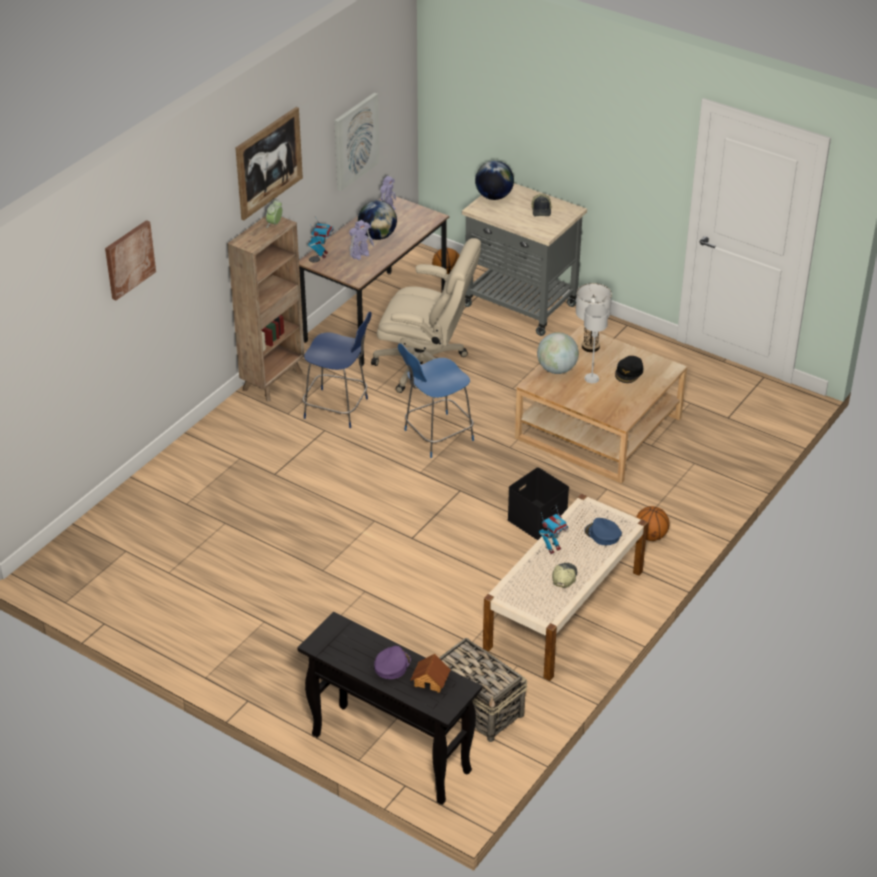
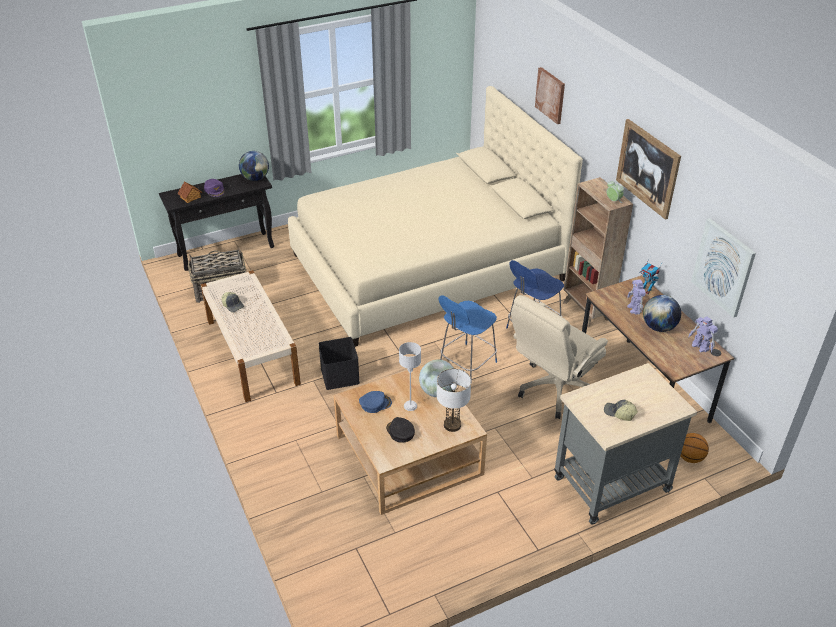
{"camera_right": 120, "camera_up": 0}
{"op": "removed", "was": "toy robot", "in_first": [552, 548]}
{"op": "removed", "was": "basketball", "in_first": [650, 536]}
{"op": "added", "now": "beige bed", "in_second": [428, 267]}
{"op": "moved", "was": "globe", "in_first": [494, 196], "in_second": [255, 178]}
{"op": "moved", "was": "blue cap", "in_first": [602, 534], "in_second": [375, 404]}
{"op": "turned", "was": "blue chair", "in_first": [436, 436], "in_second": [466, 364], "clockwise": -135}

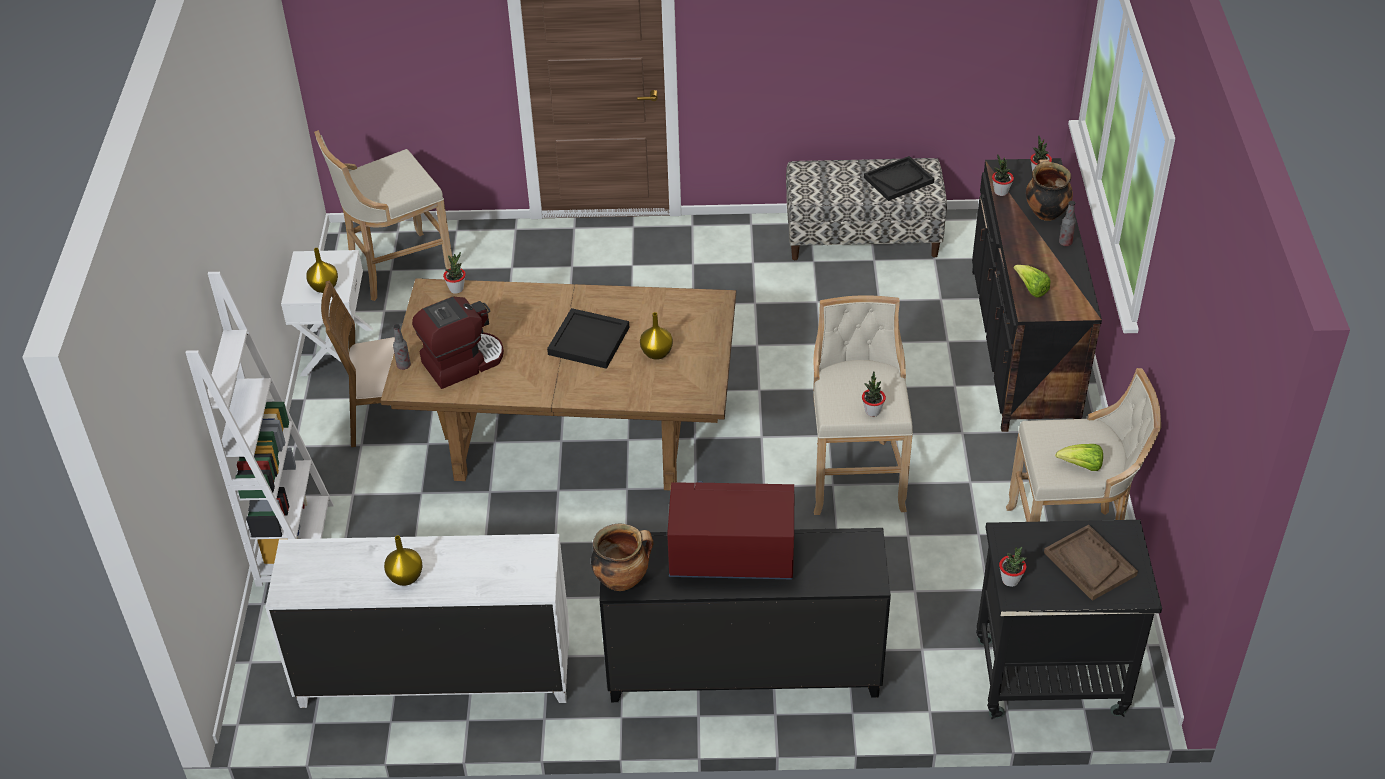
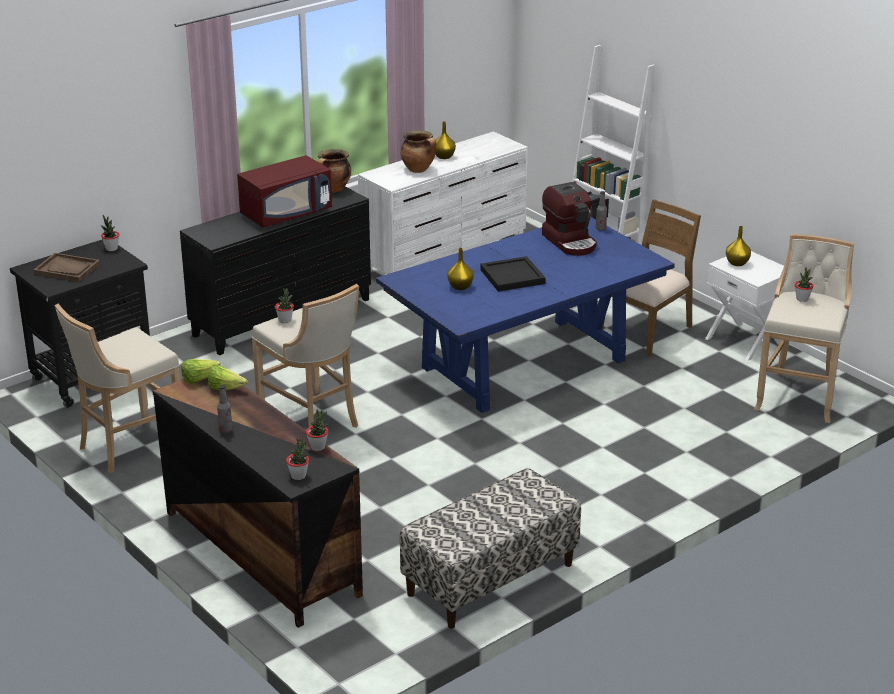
{"camera_right": 140, "camera_up": -15}
{"op": "removed", "was": "black tray", "in_first": [898, 180]}
{"op": "moved", "was": "potted plant", "in_first": [456, 289], "in_second": [802, 299]}
{"op": "moved", "was": "cooking pot", "in_first": [1045, 212], "in_second": [419, 170]}
{"op": "moved", "was": "lettuce", "in_first": [1081, 466], "in_second": [199, 379]}
{"op": "recoloured", "was": "brown dining table", "now": "blue dining table", "in_first": [571, 438], "in_second": [524, 363]}
{"op": "turned", "was": "coffee machine", "in_first": [462, 362], "in_second": [570, 242], "clockwise": -45}

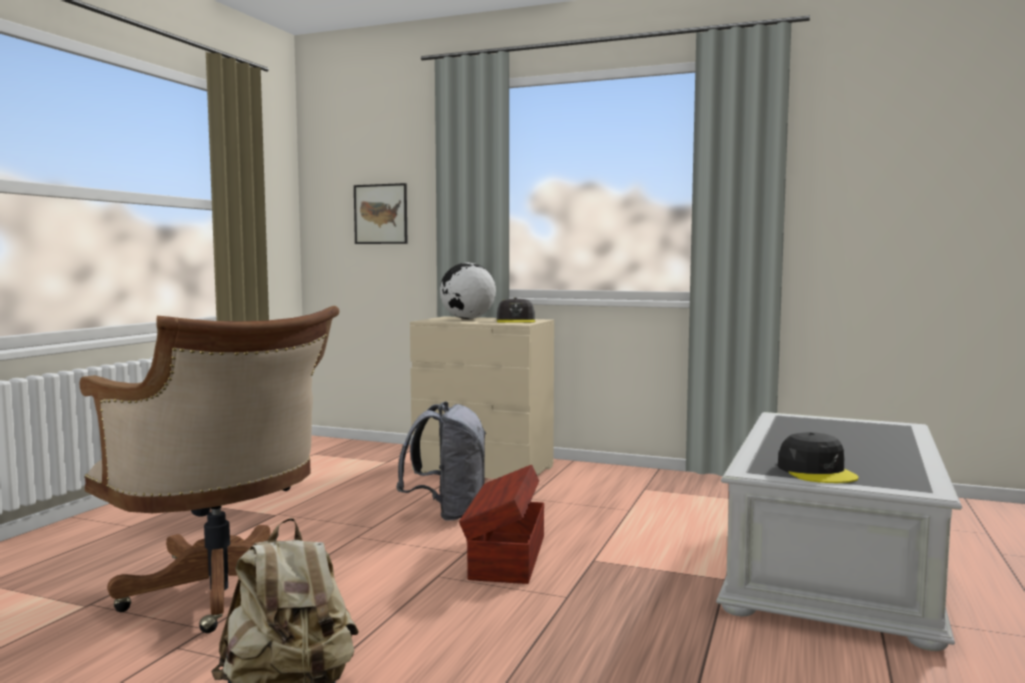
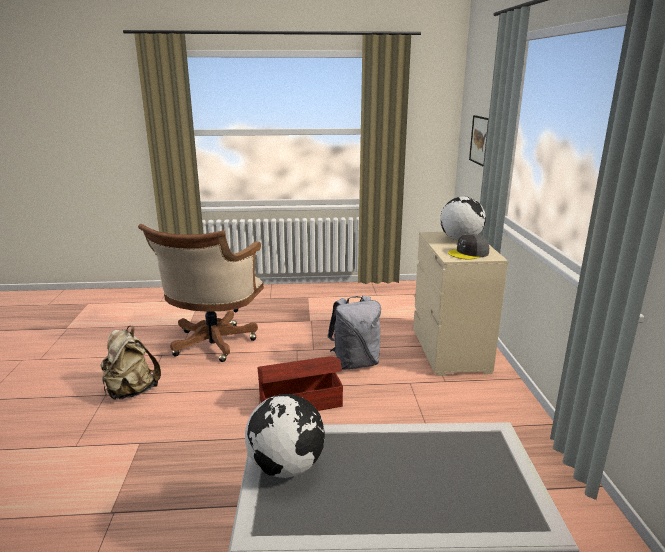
{"camera_right": 65, "camera_up": 15}
{"op": "replaced", "was": "black cap", "now": "globe", "in_first": [817, 471], "in_second": [286, 467]}

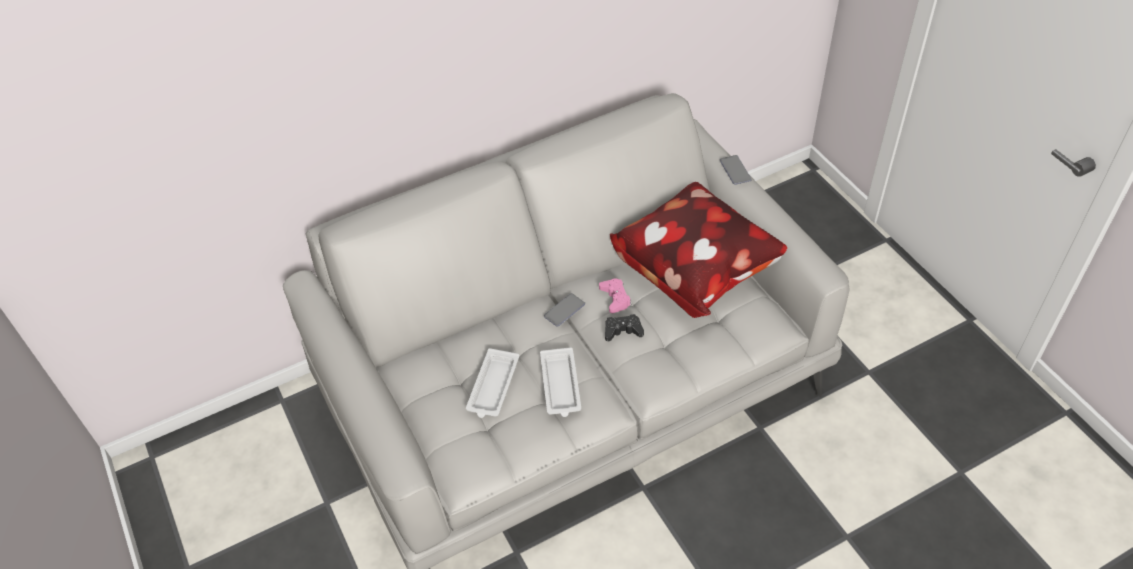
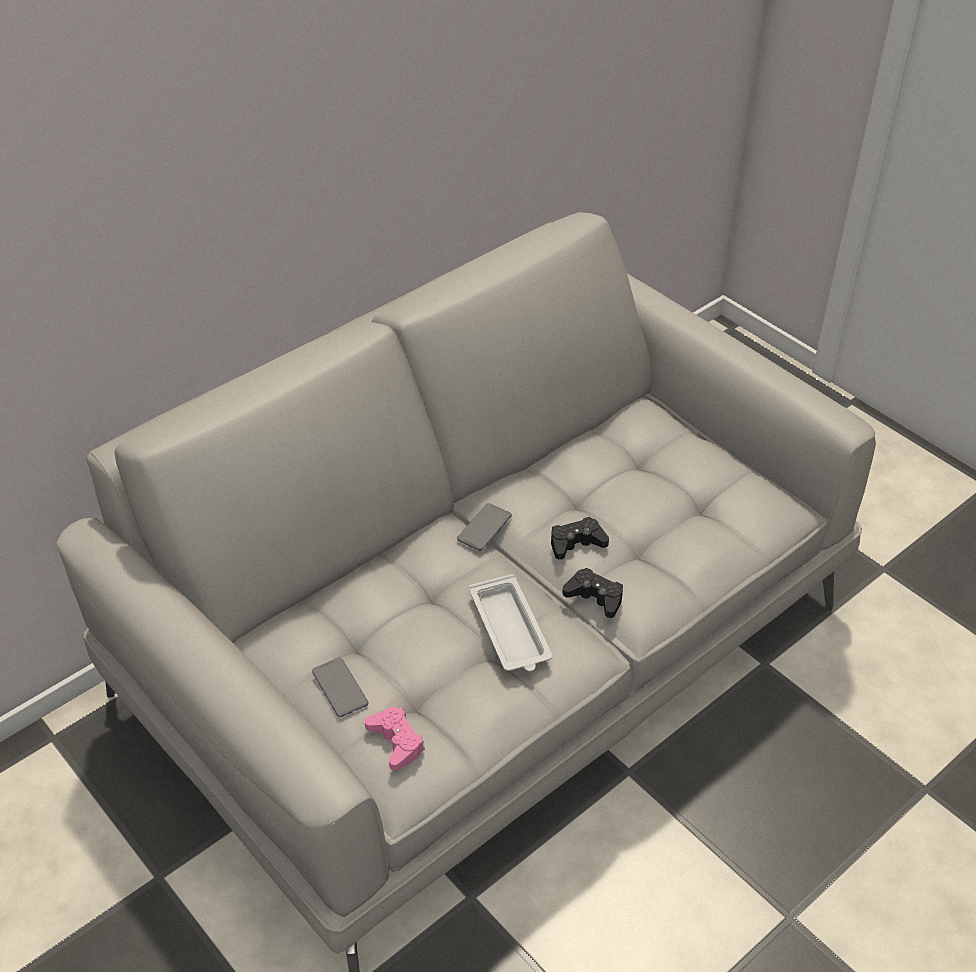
{"camera_right": -15, "camera_up": -5}
{"op": "removed", "was": "white tray", "in_first": [493, 387]}
{"op": "removed", "was": "pillow", "in_first": [695, 271]}
{"op": "added", "now": "black game controller", "in_second": [595, 597]}
{"op": "moved", "was": "pink game controller", "in_first": [615, 298], "in_second": [396, 742]}
{"op": "moved", "was": "phone", "in_first": [735, 170], "in_second": [340, 688]}

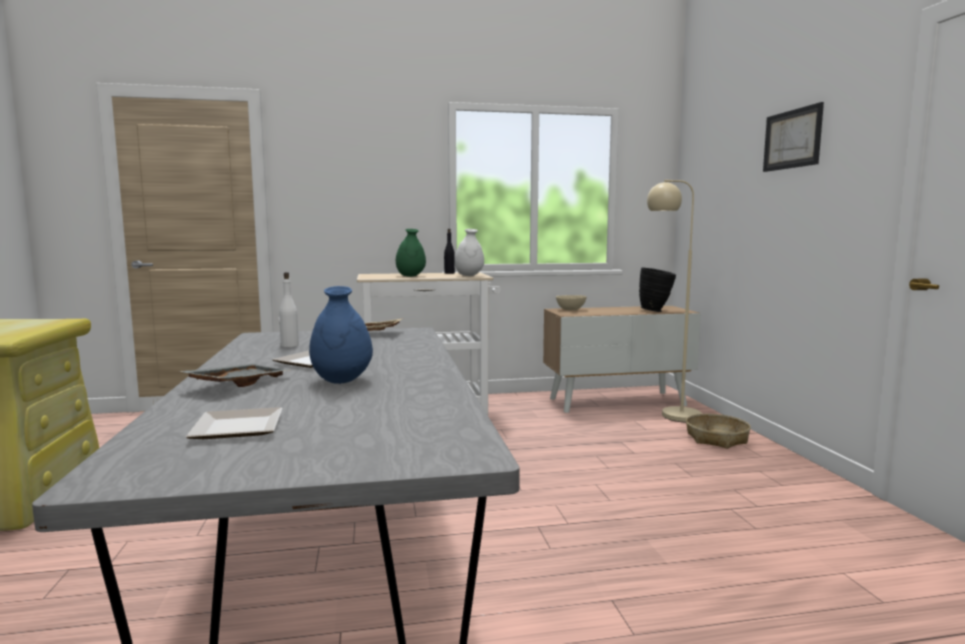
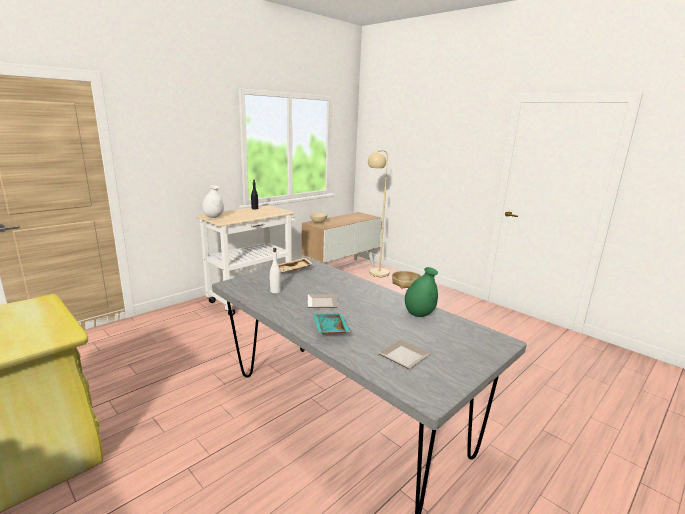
{"camera_right": -35, "camera_up": 10}
{"op": "removed", "was": "blue vase", "in_first": [342, 381]}
{"op": "removed", "was": "black vase", "in_first": [656, 311]}
{"op": "removed", "was": "picture", "in_first": [792, 139]}
{"op": "moved", "was": "green vase", "in_first": [410, 276], "in_second": [419, 314]}
{"op": "moved", "was": "white vase", "in_first": [469, 275], "in_second": [214, 217]}
{"op": "recoloured", "was": "grey tray", "now": "turquoise tray", "in_first": [236, 384], "in_second": [329, 329]}

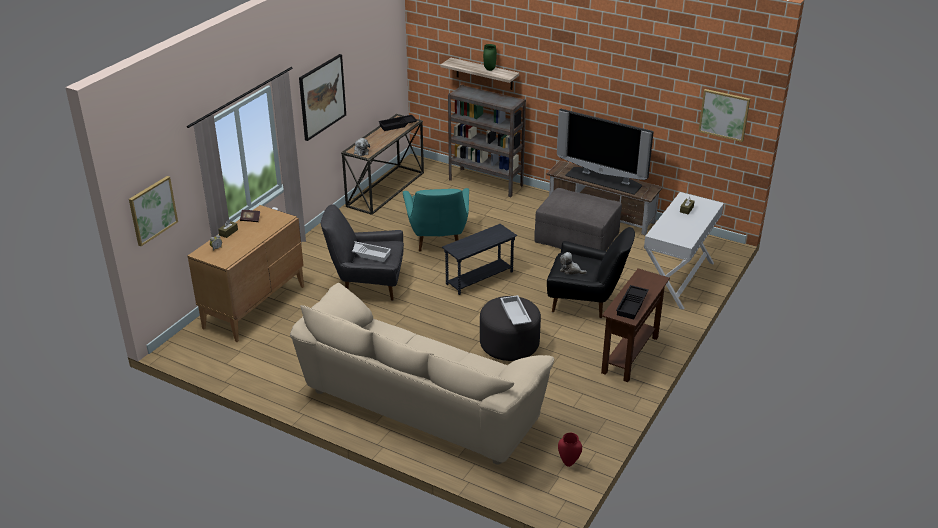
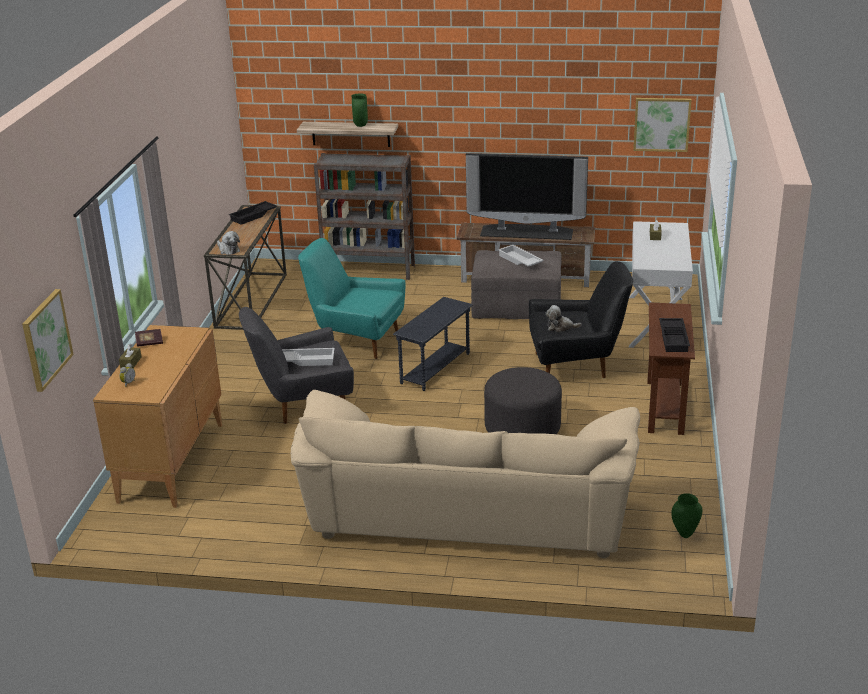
{"camera_right": -20, "camera_up": -5}
{"op": "removed", "was": "picture", "in_first": [322, 96]}
{"op": "moved", "was": "white tray", "in_first": [514, 314], "in_second": [519, 260]}
{"op": "recoloured", "was": "red vase", "now": "green vase", "in_first": [568, 463], "in_second": [684, 534]}
{"op": "turned", "was": "turquoise armchair", "in_first": [438, 240], "in_second": [356, 340], "clockwise": 135}

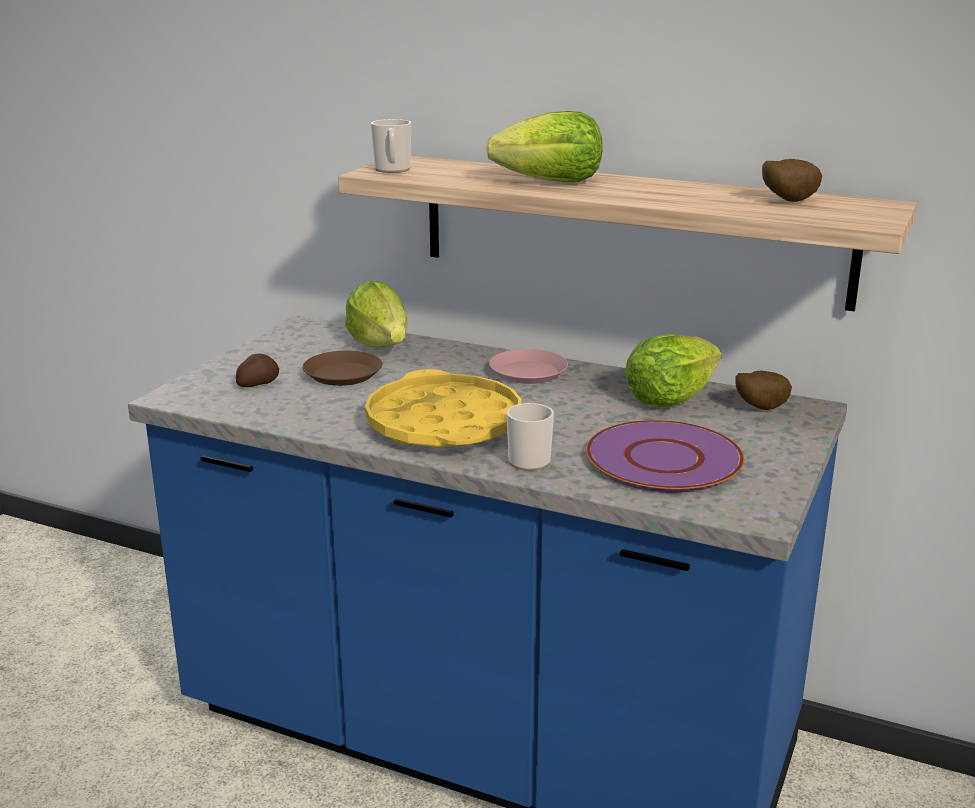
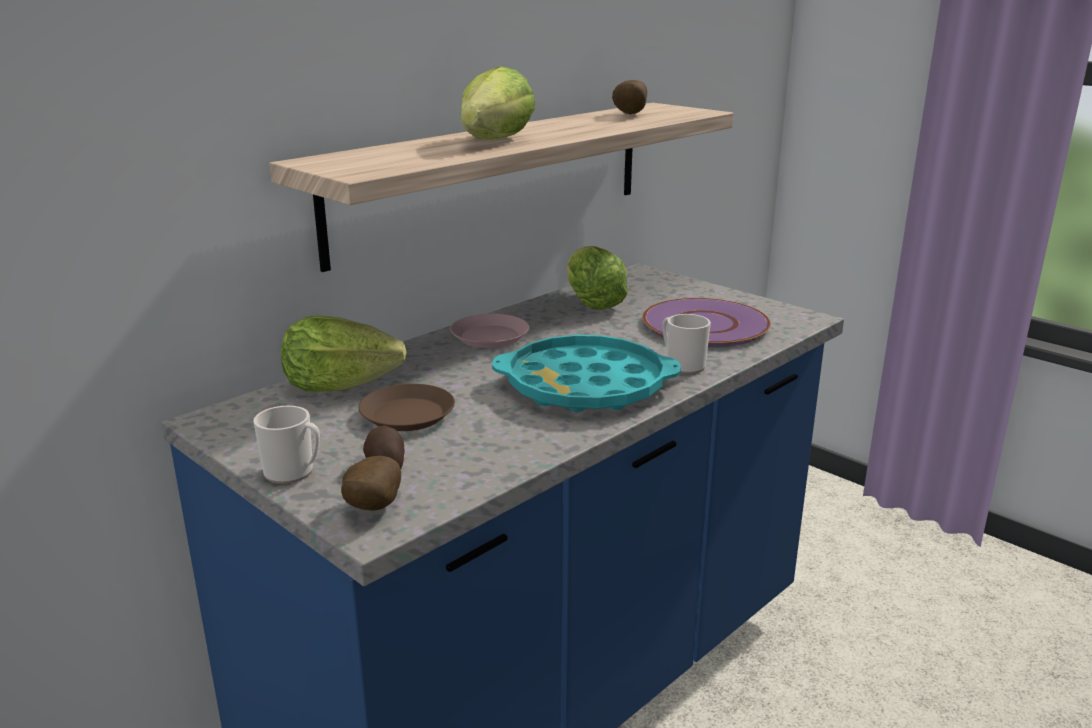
{"camera_right": -70, "camera_up": 0}
{"op": "moved", "was": "mug", "in_first": [392, 170], "in_second": [294, 472]}
{"op": "moved", "was": "potato", "in_first": [759, 408], "in_second": [371, 509]}
{"op": "recoloured", "was": "yellow tray", "now": "turquoise tray", "in_first": [443, 425], "in_second": [585, 386]}

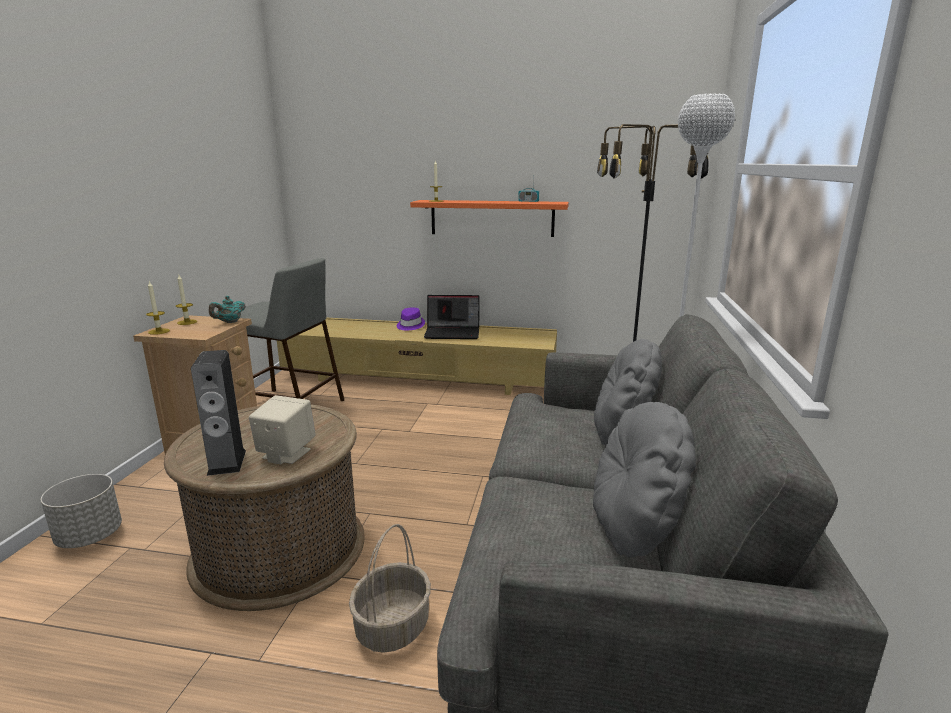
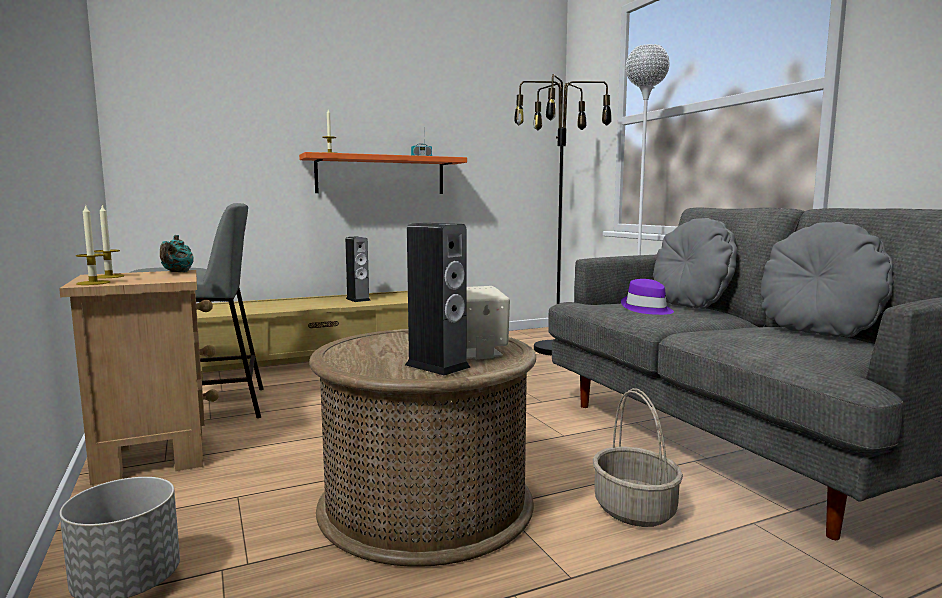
{"camera_right": -35, "camera_up": -10}
{"op": "moved", "was": "purple hat", "in_first": [410, 325], "in_second": [647, 309]}
{"op": "replaced", "was": "laptop", "now": "speaker", "in_first": [453, 333], "in_second": [358, 299]}

